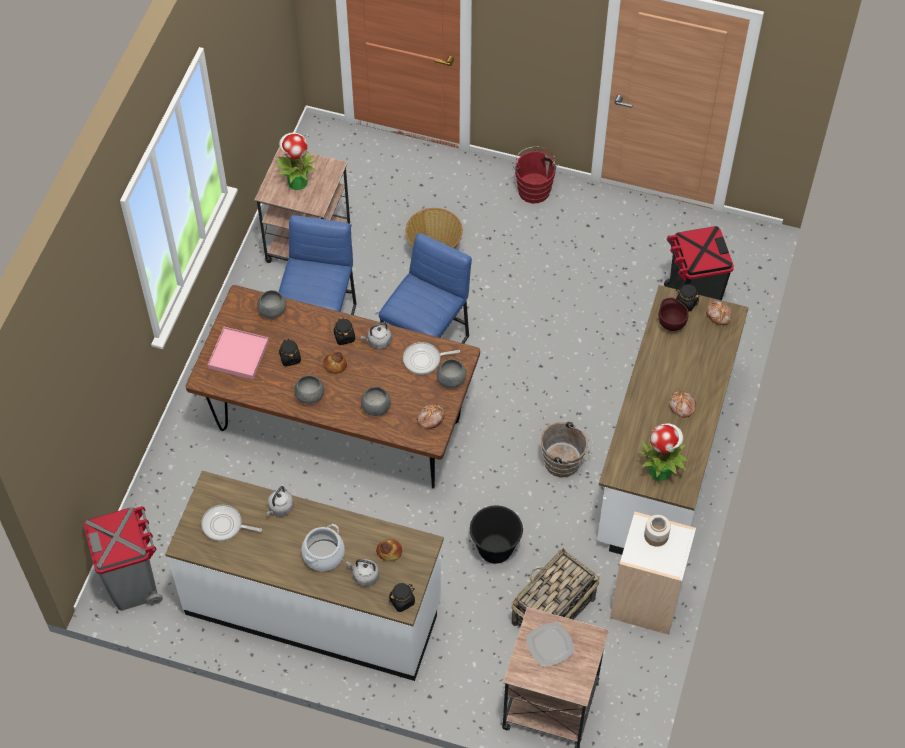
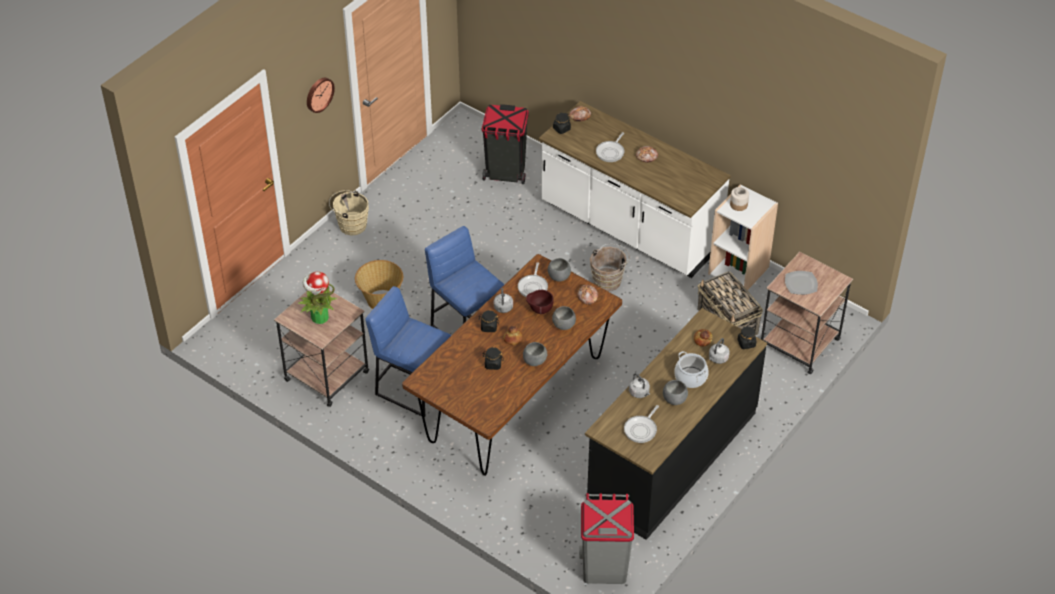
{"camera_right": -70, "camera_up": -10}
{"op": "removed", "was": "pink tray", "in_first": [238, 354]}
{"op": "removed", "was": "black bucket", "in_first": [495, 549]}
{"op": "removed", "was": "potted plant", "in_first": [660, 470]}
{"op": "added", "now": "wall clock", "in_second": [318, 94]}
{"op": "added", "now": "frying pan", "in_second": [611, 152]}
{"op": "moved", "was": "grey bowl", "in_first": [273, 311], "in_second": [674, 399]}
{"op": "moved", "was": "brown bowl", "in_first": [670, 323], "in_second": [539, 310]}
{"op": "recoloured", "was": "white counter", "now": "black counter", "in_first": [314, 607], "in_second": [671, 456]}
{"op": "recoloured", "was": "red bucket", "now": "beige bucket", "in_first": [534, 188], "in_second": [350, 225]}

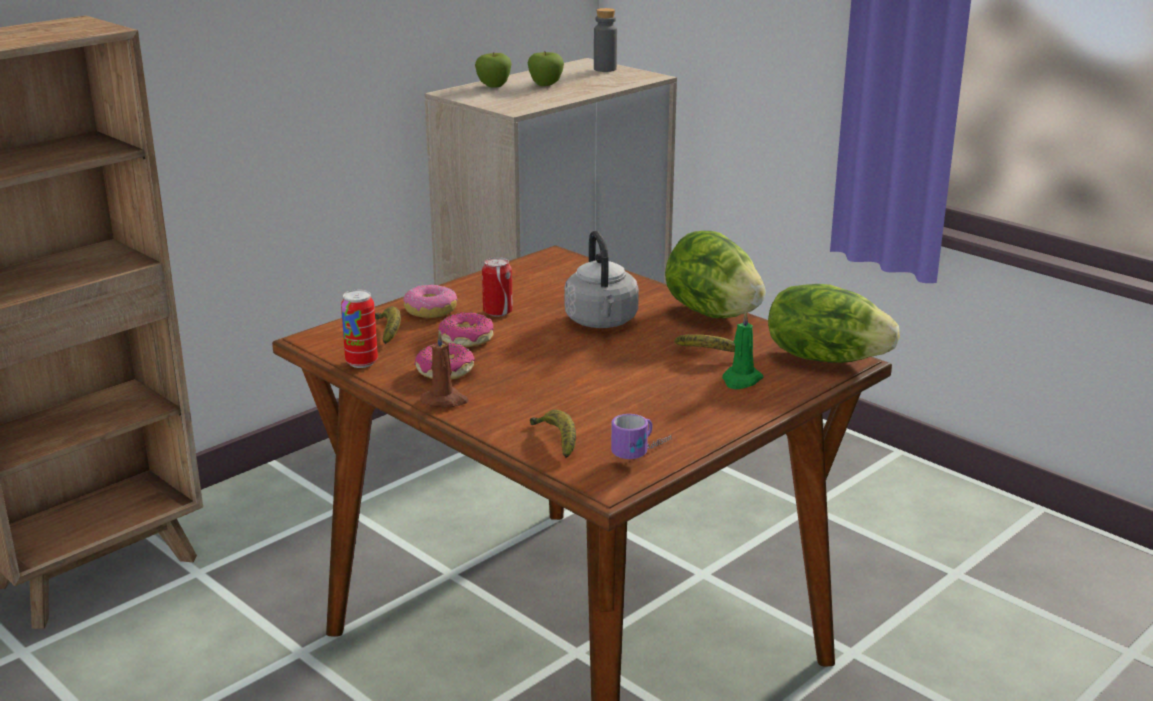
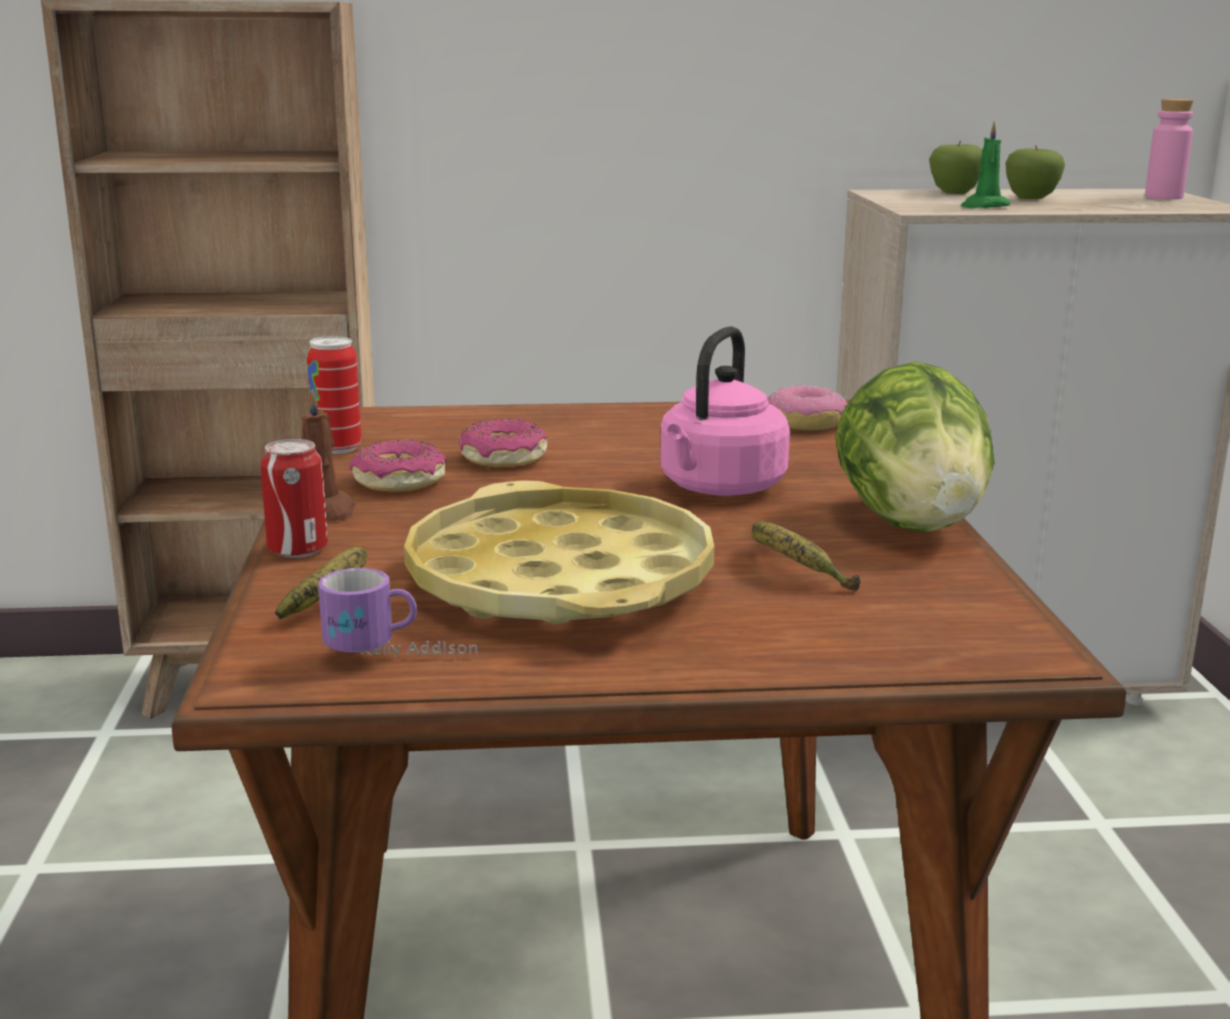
{"camera_right": 40, "camera_up": -5}
{"op": "removed", "was": "banana", "in_first": [389, 332]}
{"op": "removed", "was": "lettuce", "in_first": [825, 357]}
{"op": "added", "now": "yellow tray", "in_second": [560, 581]}
{"op": "moved", "was": "donut", "in_first": [431, 310], "in_second": [806, 423]}
{"op": "moved", "was": "can", "in_first": [498, 312], "in_second": [298, 549]}
{"op": "moved", "was": "green candle", "in_first": [741, 380], "in_second": [984, 206]}
{"op": "recoloured", "was": "grey kettle", "now": "pink kettle", "in_first": [602, 322], "in_second": [719, 488]}
{"op": "recoloured", "was": "grey bottle", "now": "pink bottle", "in_first": [605, 69], "in_second": [1163, 197]}

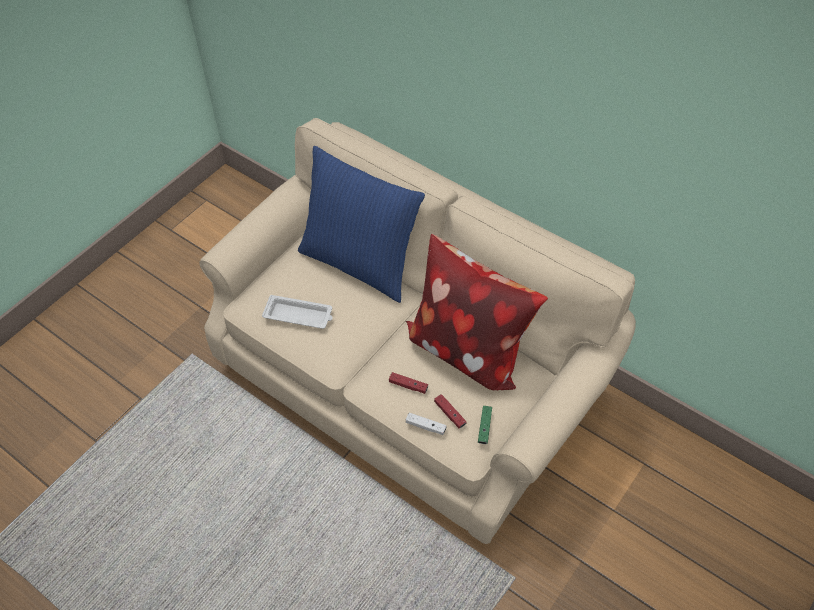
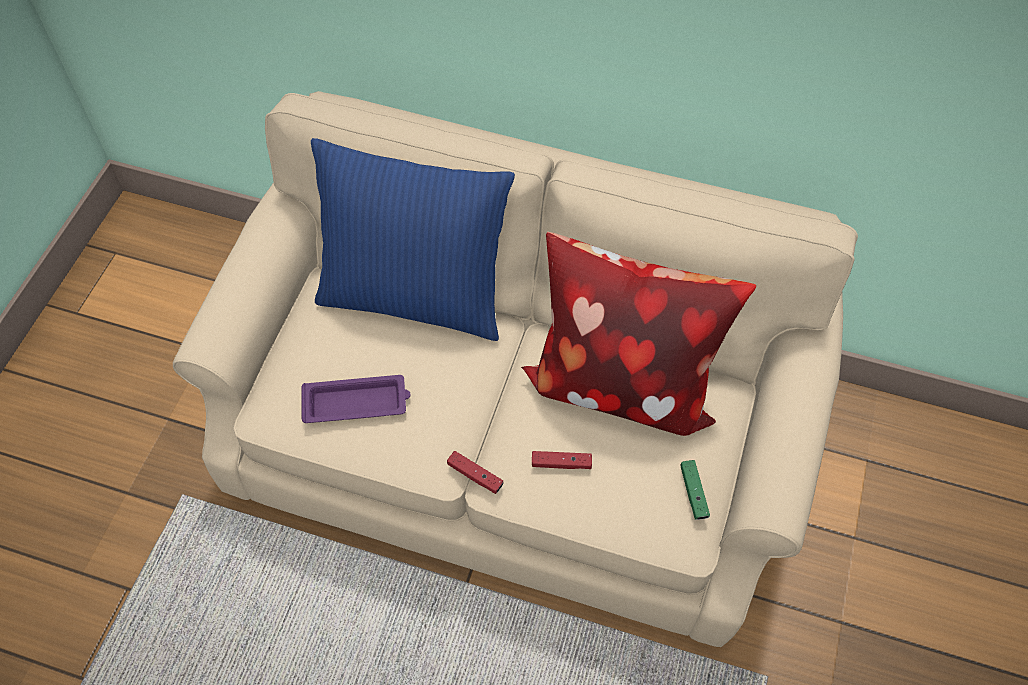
{"camera_right": -20, "camera_up": 5}
{"op": "removed", "was": "white game controller", "in_first": [425, 426]}
{"op": "moved", "was": "red game controller", "in_first": [450, 414], "in_second": [475, 475]}
{"op": "recoloured", "was": "white tray", "now": "purple tray", "in_first": [299, 315], "in_second": [357, 403]}

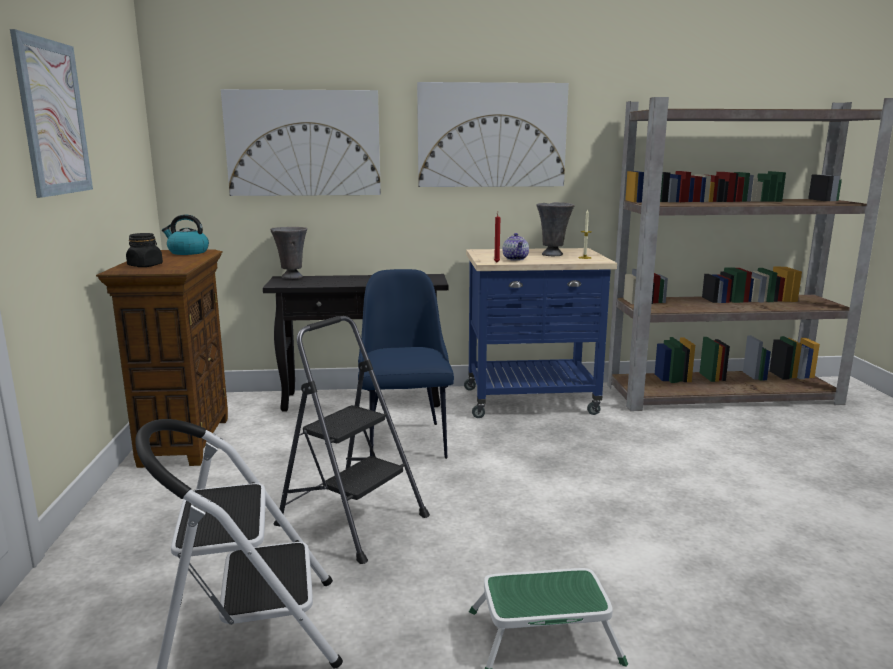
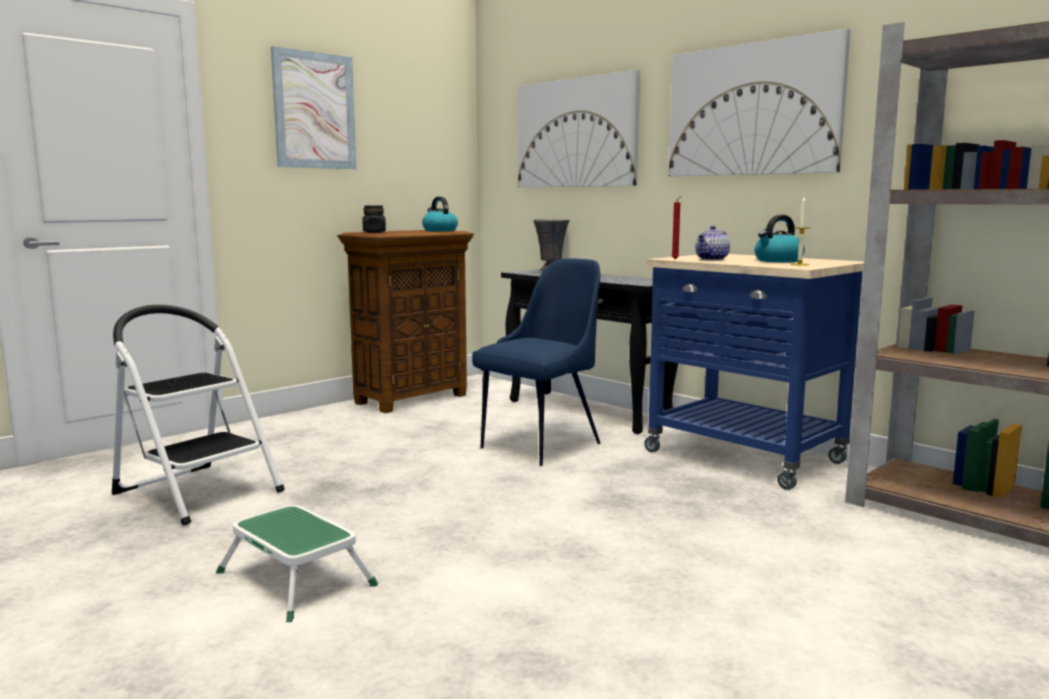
{"camera_right": 50, "camera_up": -5}
{"op": "removed", "was": "black step ladder", "in_first": [349, 517]}
{"op": "replaced", "was": "grey vase", "now": "kettle", "in_first": [553, 255], "in_second": [778, 261]}

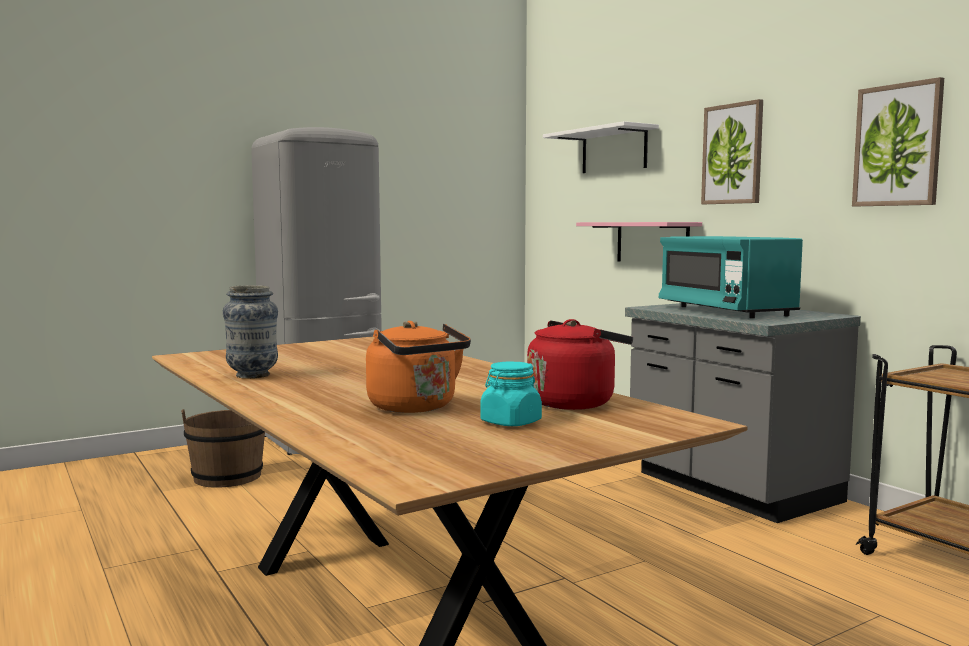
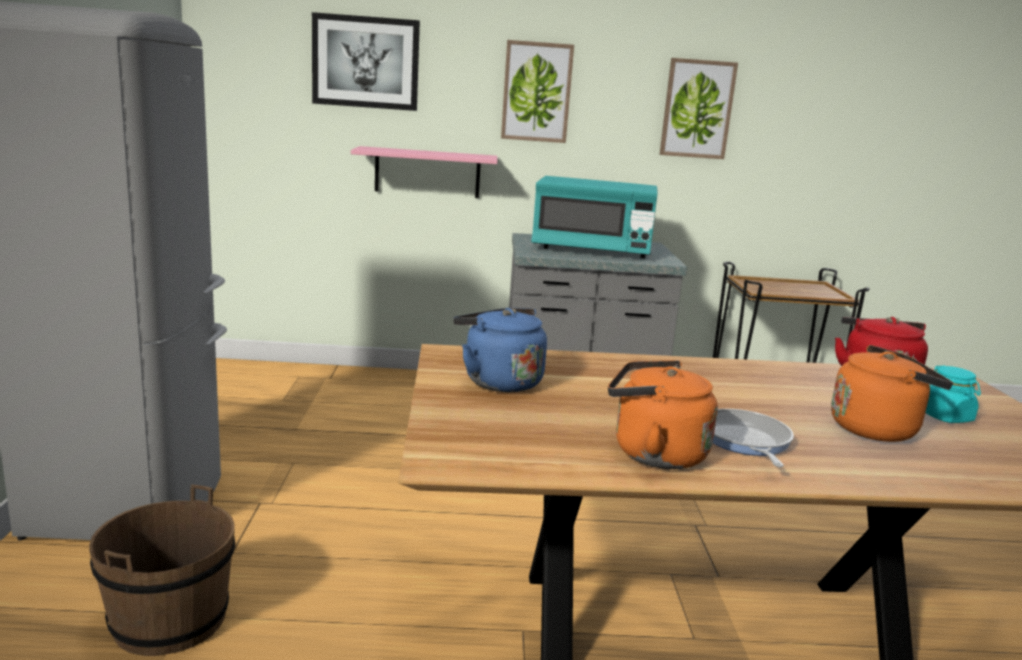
{"camera_right": -60, "camera_up": 10}
{"op": "added", "now": "blue kettle", "in_second": [498, 381]}
{"op": "added", "now": "frying pan", "in_second": [745, 441]}
{"op": "replaced", "was": "vase", "now": "orange kettle", "in_first": [252, 375], "in_second": [653, 453]}
{"op": "replaced", "was": "white shelf", "now": "picture", "in_first": [614, 150], "in_second": [365, 62]}

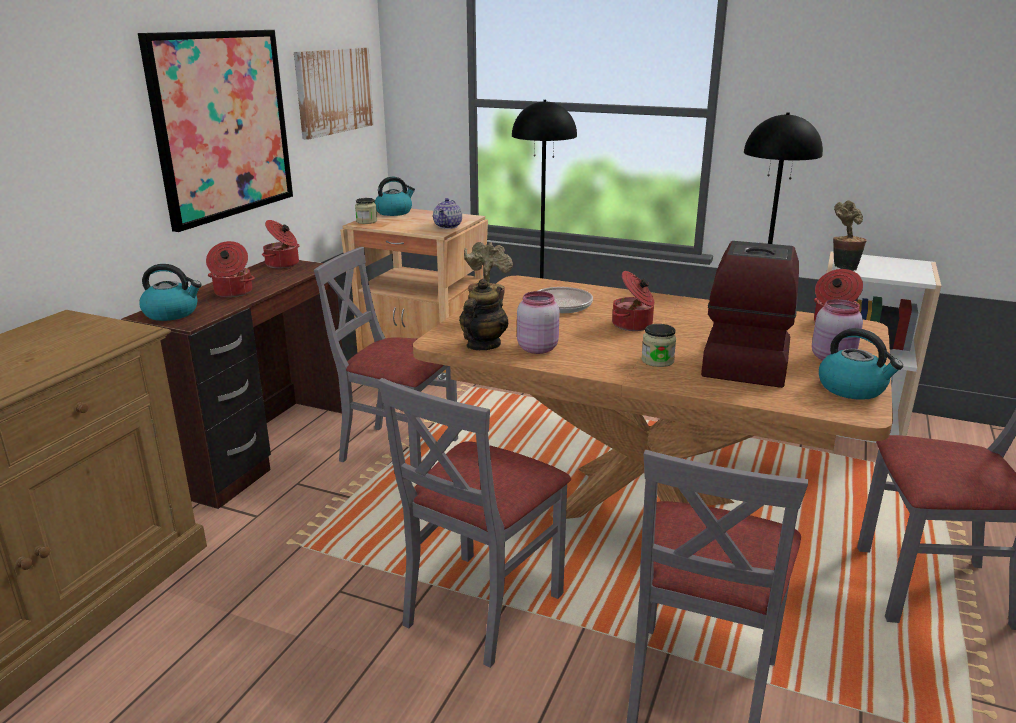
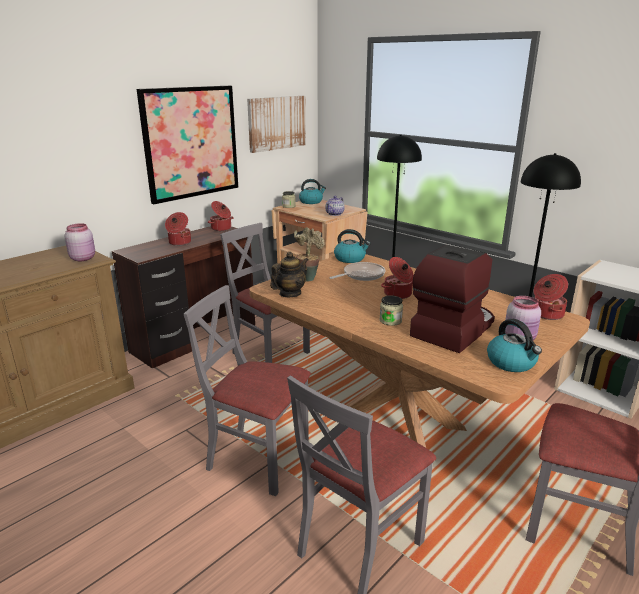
{"camera_right": 20, "camera_up": 0}
{"op": "removed", "was": "potted plant", "in_first": [843, 267]}
{"op": "moved", "was": "kettle", "in_first": [172, 313], "in_second": [350, 258]}
{"op": "moved", "was": "pink jar", "in_first": [537, 348], "in_second": [83, 258]}
{"op": "turned", "was": "grey chair", "in_first": [481, 606], "in_second": [258, 458], "clockwise": 60}

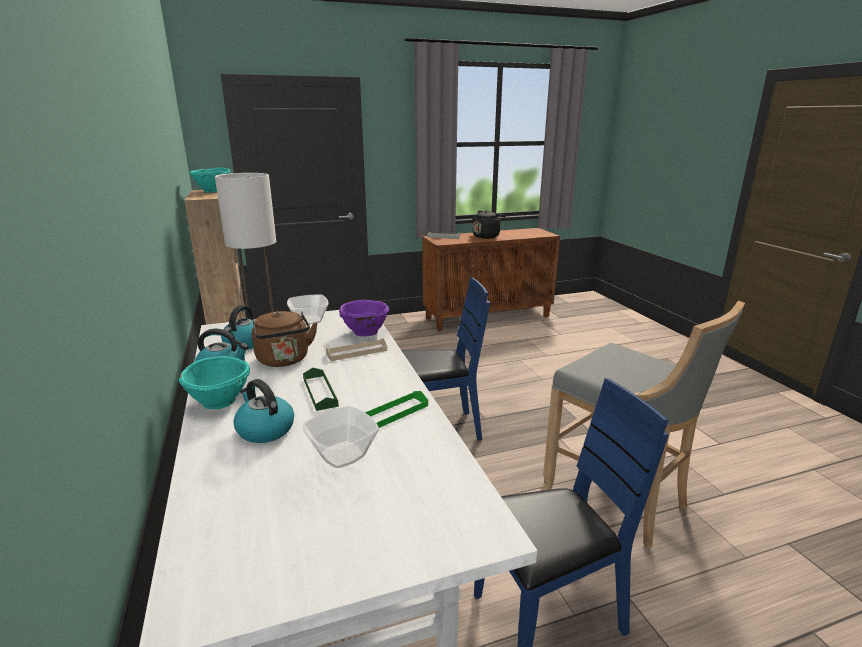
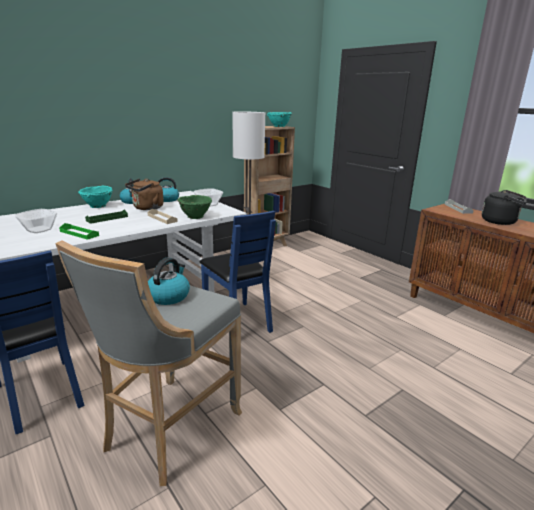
{"camera_right": 70, "camera_up": 0}
{"op": "moved", "was": "kettle", "in_first": [264, 429], "in_second": [168, 296]}
{"op": "recoloured", "was": "purple bowl", "now": "green bowl", "in_first": [365, 332], "in_second": [195, 216]}

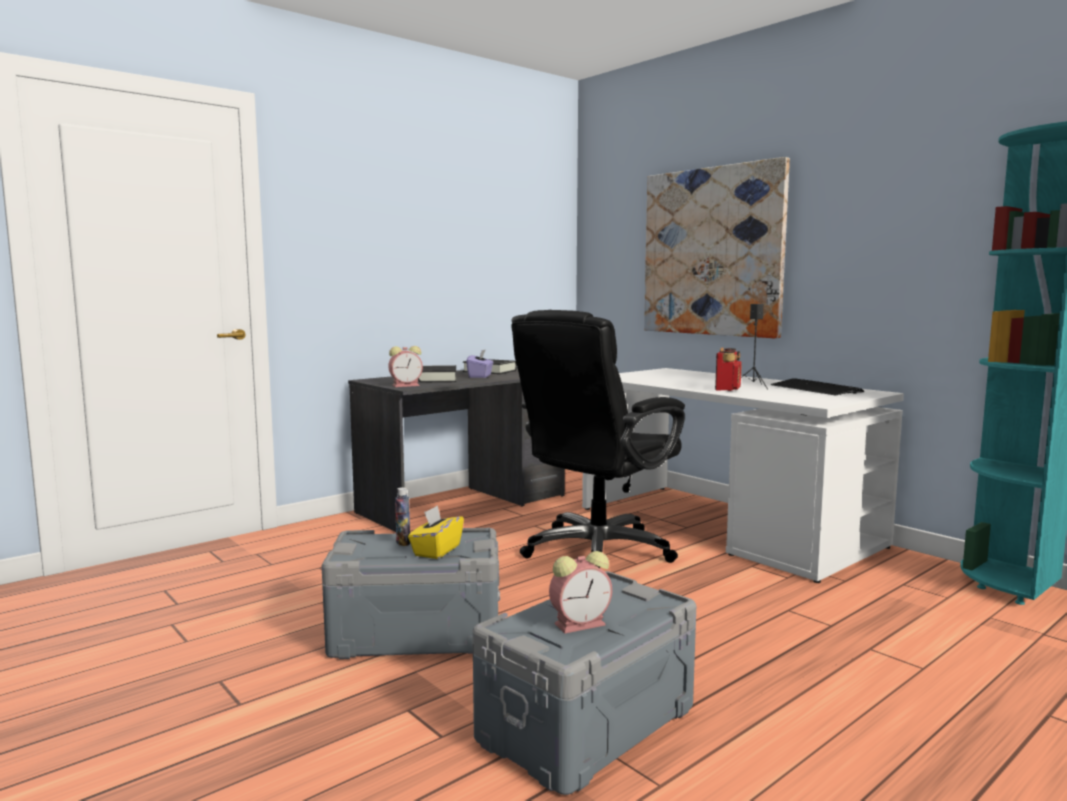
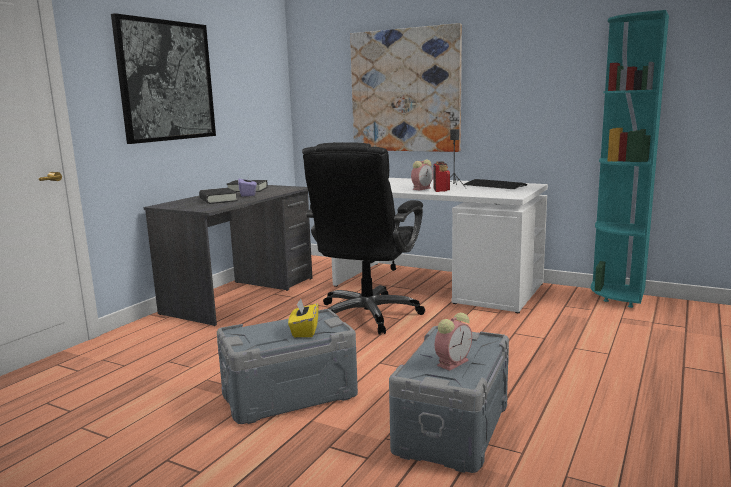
{"camera_right": -20, "camera_up": 5}
{"op": "removed", "was": "bottle", "in_first": [403, 542]}
{"op": "added", "now": "picture", "in_second": [166, 81]}
{"op": "moved", "was": "alarm clock", "in_first": [407, 385], "in_second": [422, 188]}

